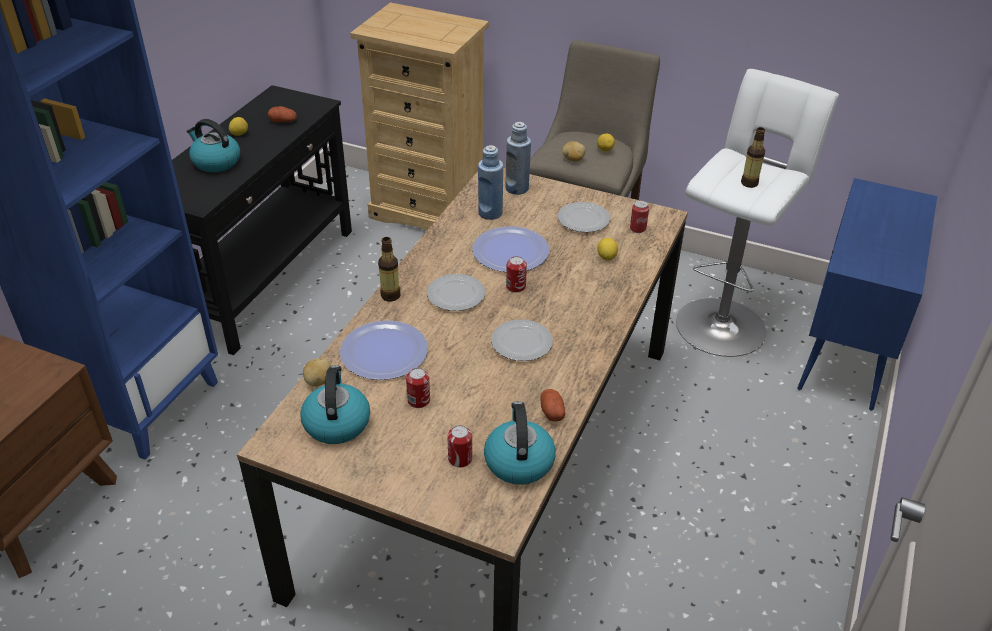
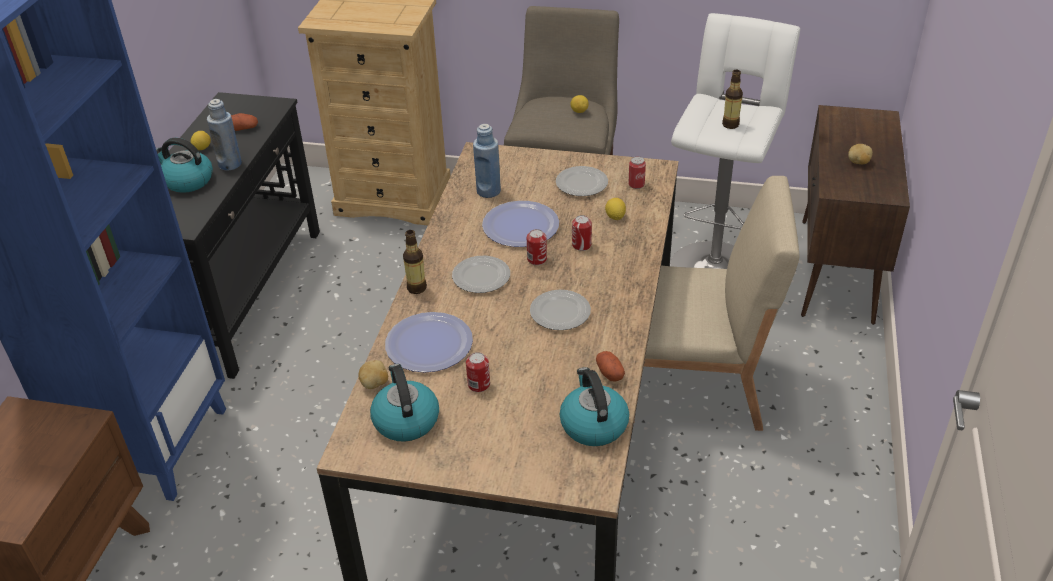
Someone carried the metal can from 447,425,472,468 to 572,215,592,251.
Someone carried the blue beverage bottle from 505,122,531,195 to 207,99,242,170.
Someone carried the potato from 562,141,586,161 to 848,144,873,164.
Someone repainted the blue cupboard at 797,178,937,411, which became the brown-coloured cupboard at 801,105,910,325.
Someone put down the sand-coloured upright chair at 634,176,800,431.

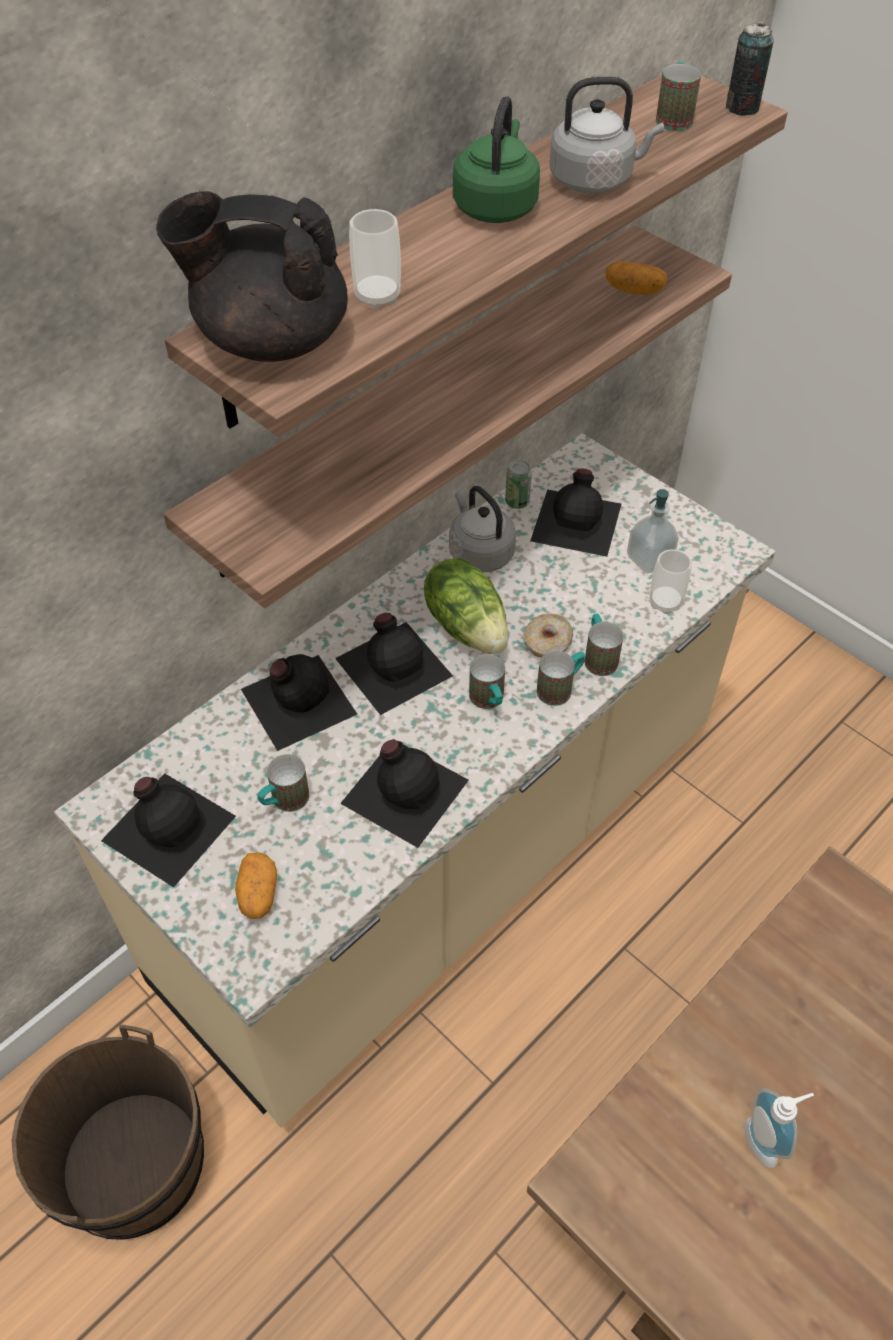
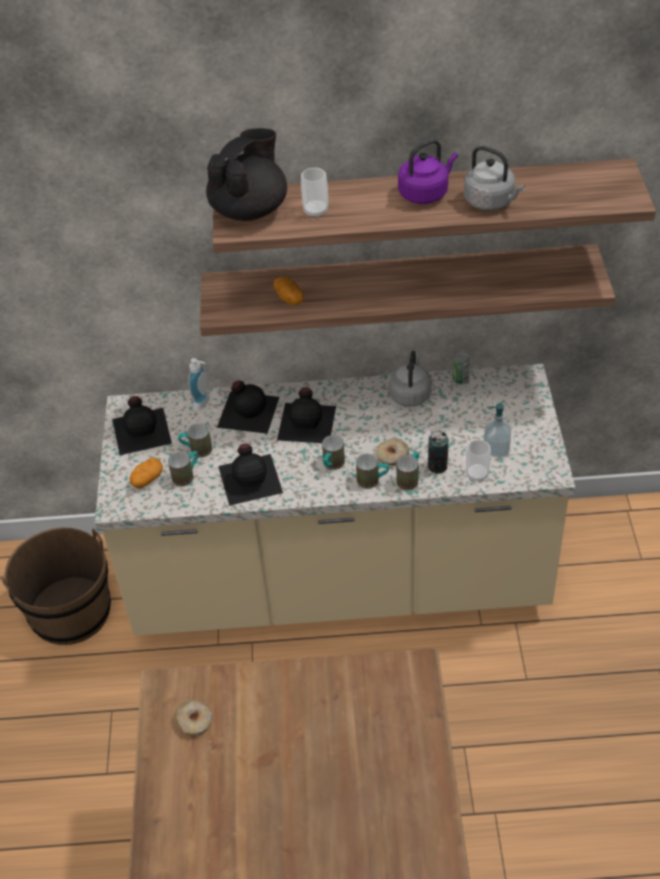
Someone rotated the black-coloured tea pot at 156,191,348,362 by 75 degrees clockwise.
Someone took away the lettuce head at 424,558,508,654.
Someone repainted the green-coloured kettle at 453,96,540,223, which became the purple kettle at 398,139,458,204.
Someone took away the black-coloured beverage bottle at 530,468,621,557.
Someone carried the potato from 606,262,667,295 to 274,277,304,305.
Someone carried the tea mug from 656,62,701,131 to 168,451,198,486.
Someone carried the metal can from 726,23,774,116 to 428,431,448,474.
Someone carried the soap dispenser from 744,1089,814,1168 to 188,358,209,410.
Someone put down the ring doughnut at 175,700,212,736.

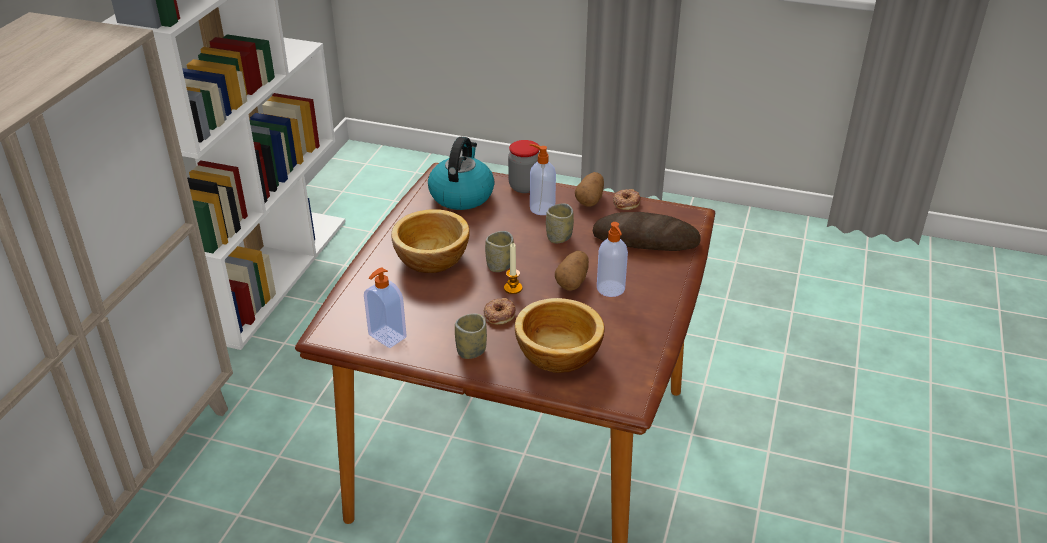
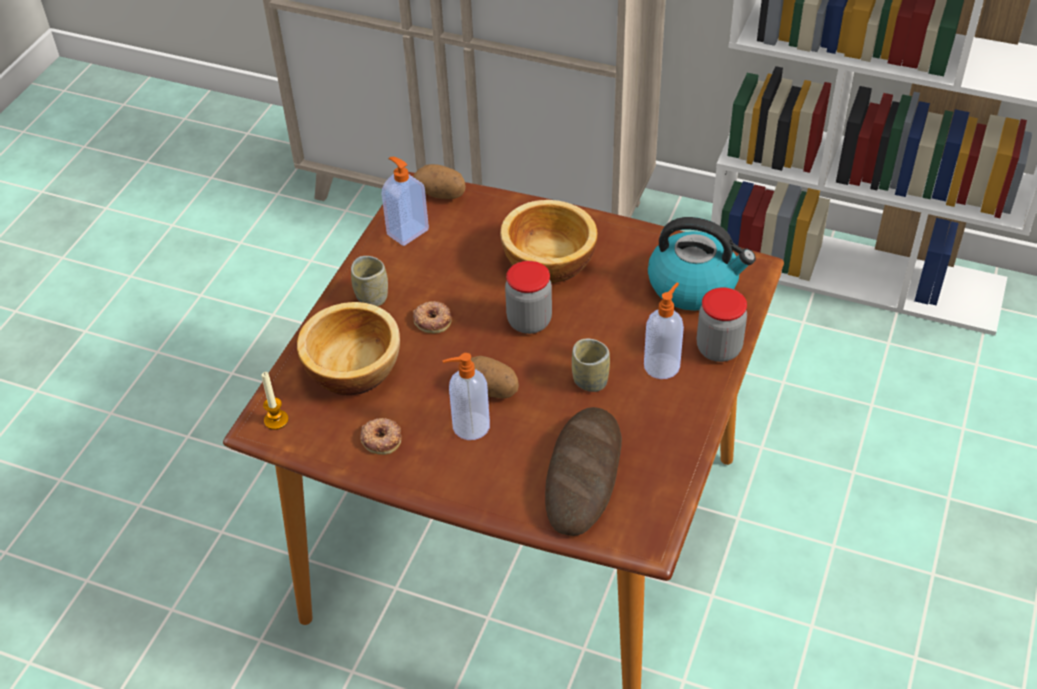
Someone swapped the cup at 485,231,514,272 for the jar at 505,261,552,334.
Someone carried the candle from 504,243,522,294 to 262,372,289,430.
Someone carried the potato from 575,172,604,206 to 413,164,466,199.
Someone carried the ring doughnut from 613,189,641,210 to 361,418,401,455.

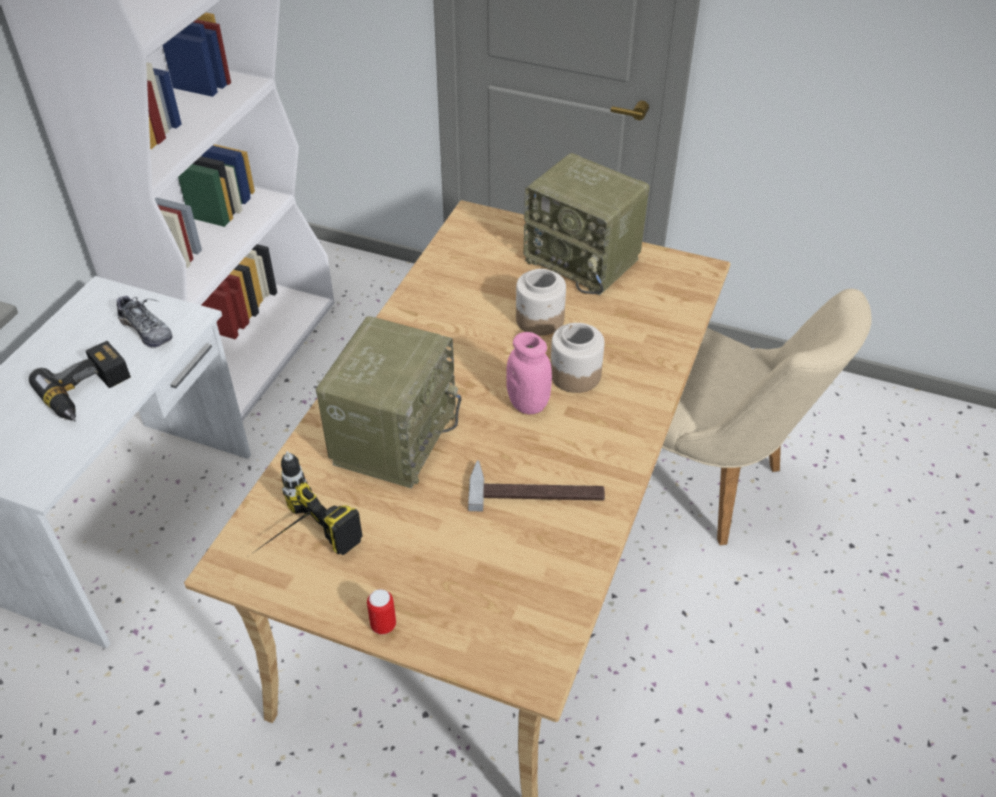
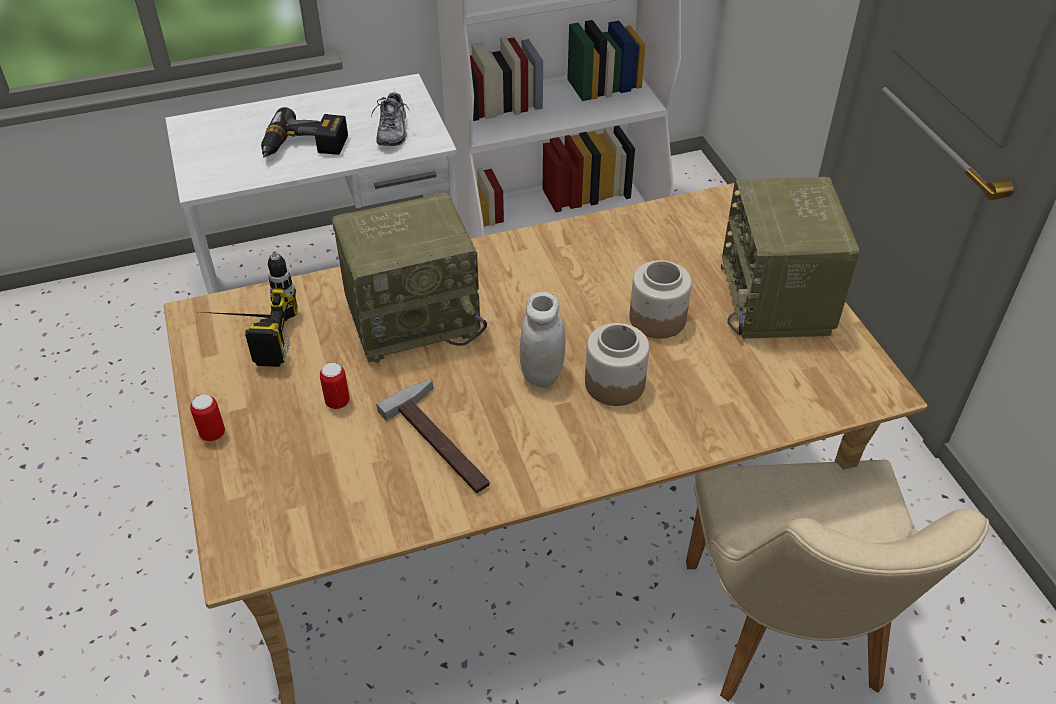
Someone repainted the pink-coloured jar at 506,332,552,414, which became the white-coloured jar at 520,292,565,388.
Someone put down the metal can at 320,363,350,410.

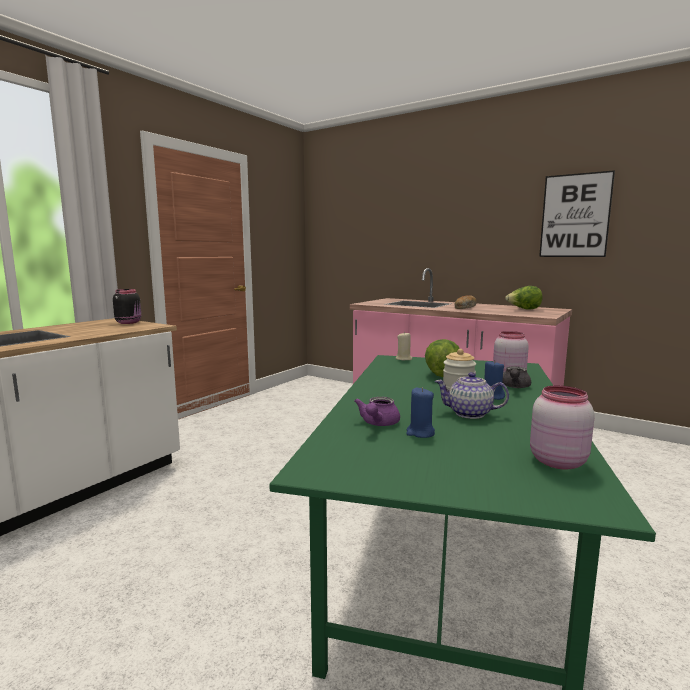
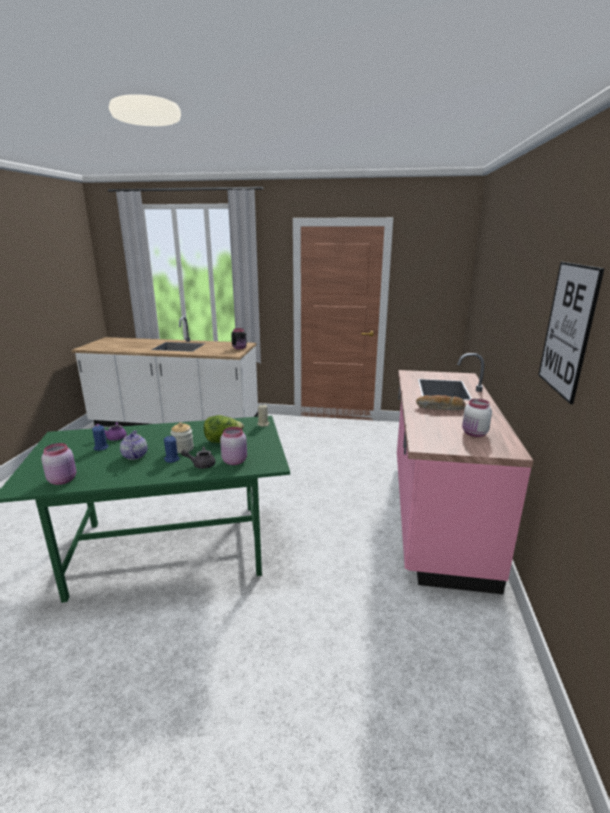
Someone swapped the lettuce head at 505,286,542,310 for the white-coloured jar at 462,399,492,437.

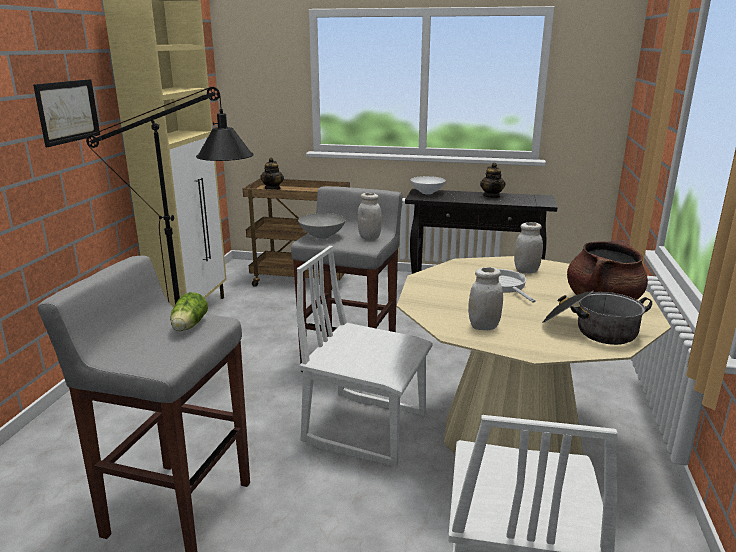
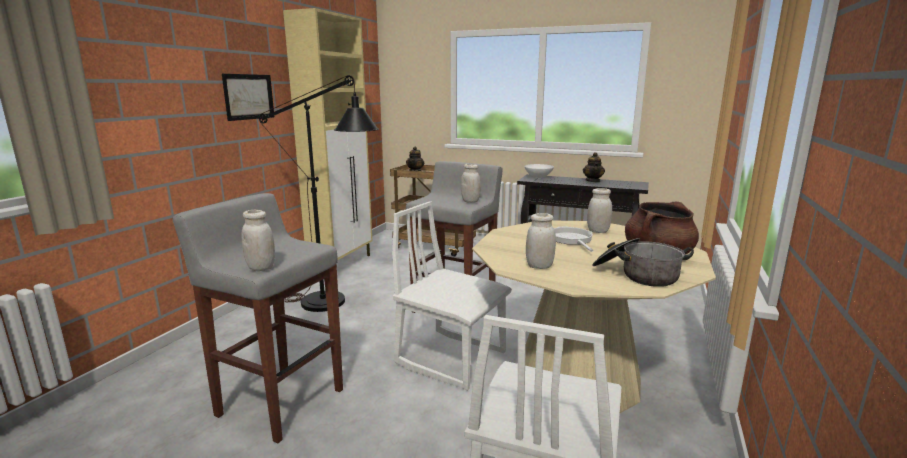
Someone took away the lettuce head at 170,292,208,331.
Someone took away the gray bowl at 298,213,346,239.
Someone put down the white-coloured jar at 242,210,275,271.

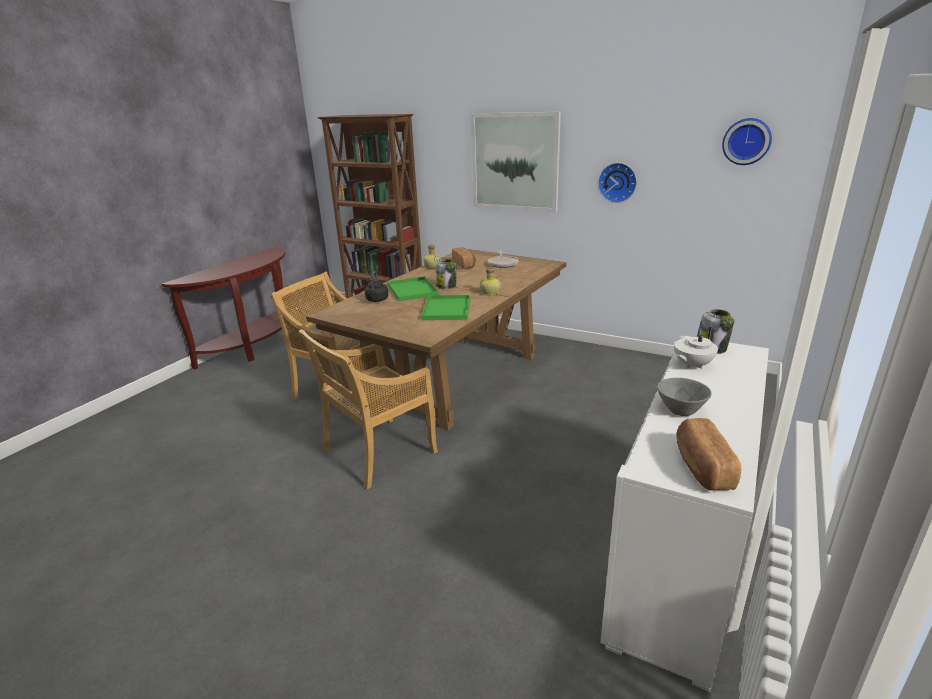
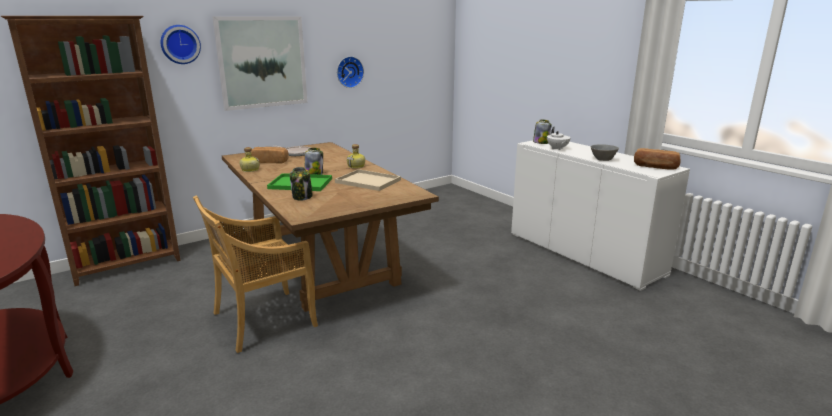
Someone took away the sand-coloured upright chair at 299,329,438,489.
Someone swapped the black-coloured kettle at 365,272,388,302 for the jar at 290,167,313,201.
Someone repainted the green-coloured carrying tray at 421,295,470,320, which became the sand-coloured carrying tray at 335,169,401,191.
Someone carried the hanging clock from 722,118,772,165 to 161,25,201,64.

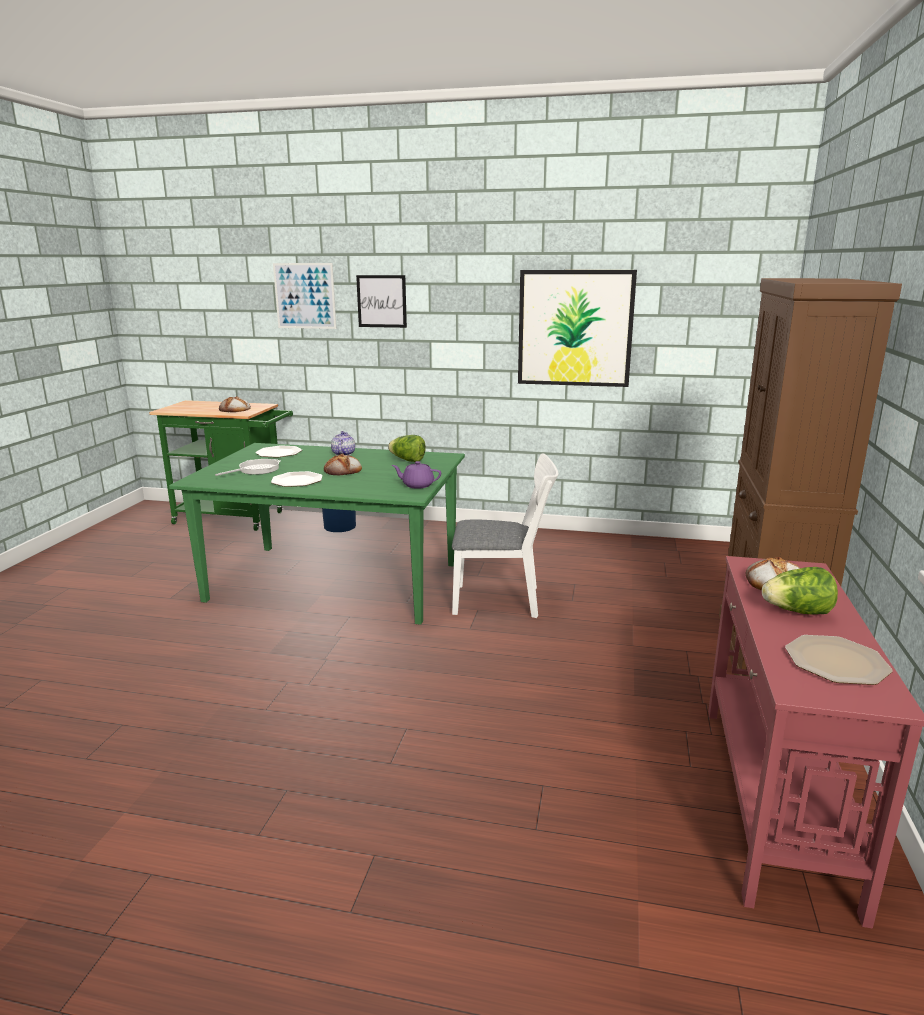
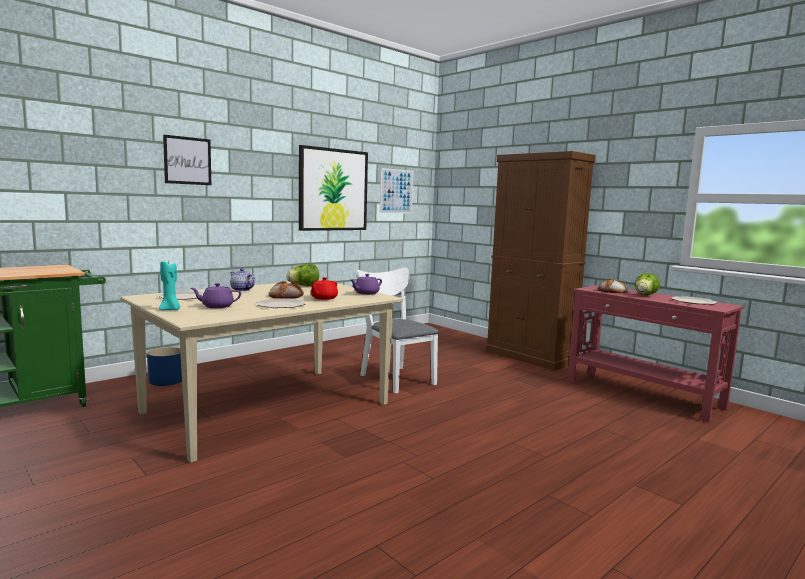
Someone repainted the green-coloured kitchen table at 169,443,465,625, which became the sand-coloured kitchen table at 120,280,403,463.
Someone swapped the skillet at 215,459,281,476 for the purple tea pot at 191,283,241,308.
Someone took away the bakery bread at 219,396,251,412.
Someone carried the wall picture from 273,263,336,329 to 380,168,414,214.
Someone rotated the white-coloured upright chair at 452,453,558,618 by 75 degrees counterclockwise.
Someone put down the blue-green candle at 159,260,180,310.
Someone put down the red tea pot at 310,277,338,300.

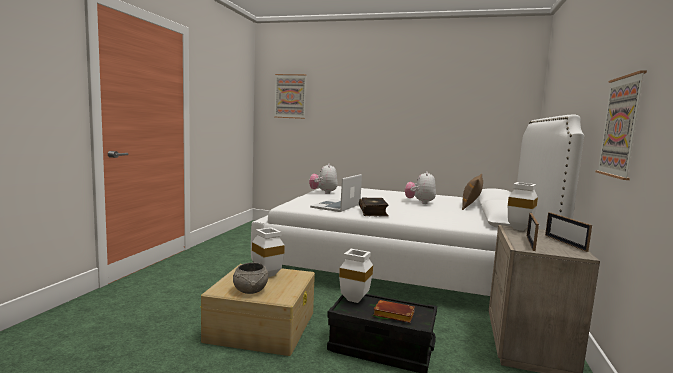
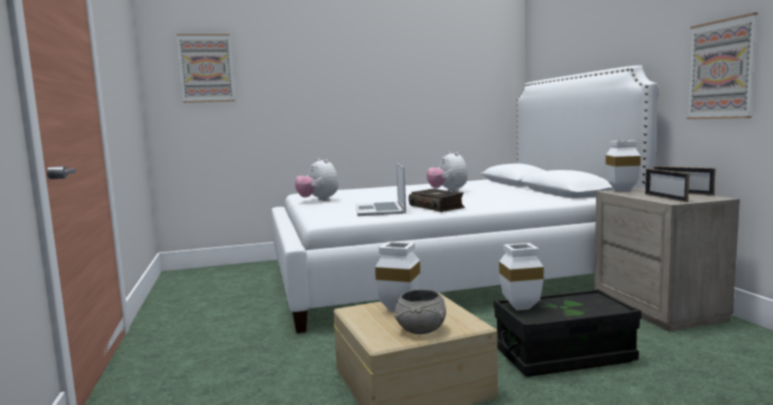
Someone took away the brown-coloured volume at 373,300,415,323.
Someone took away the brown-coloured cushion at 462,174,483,210.

